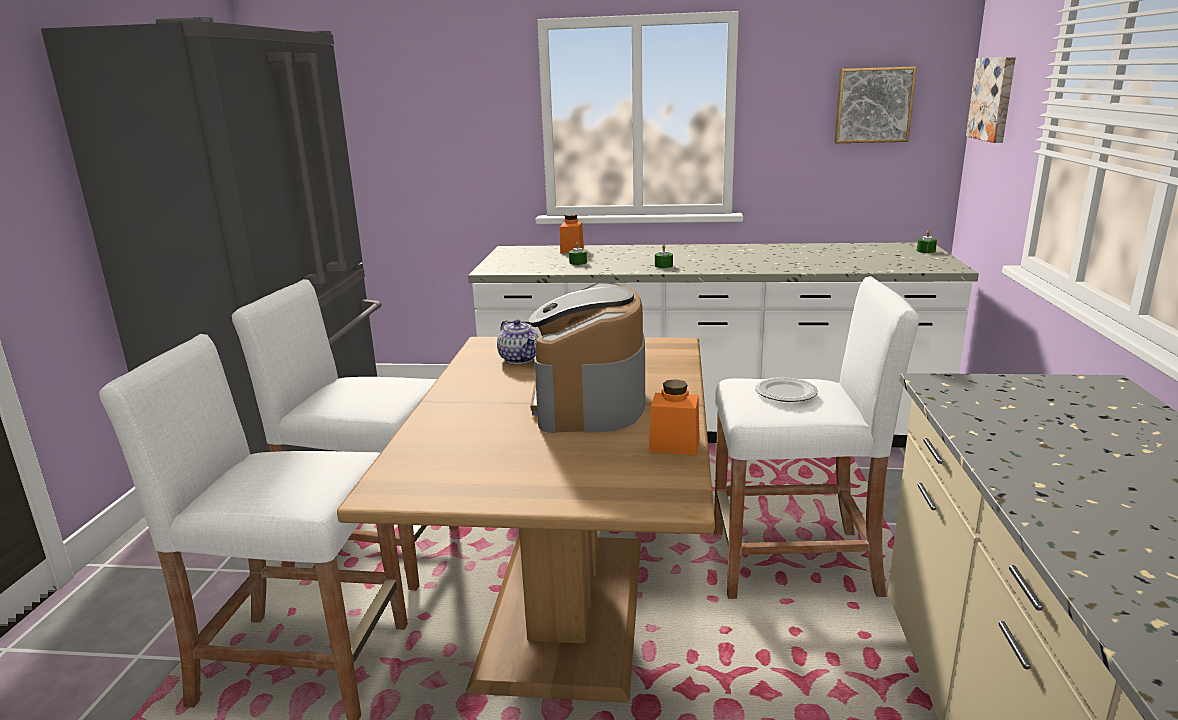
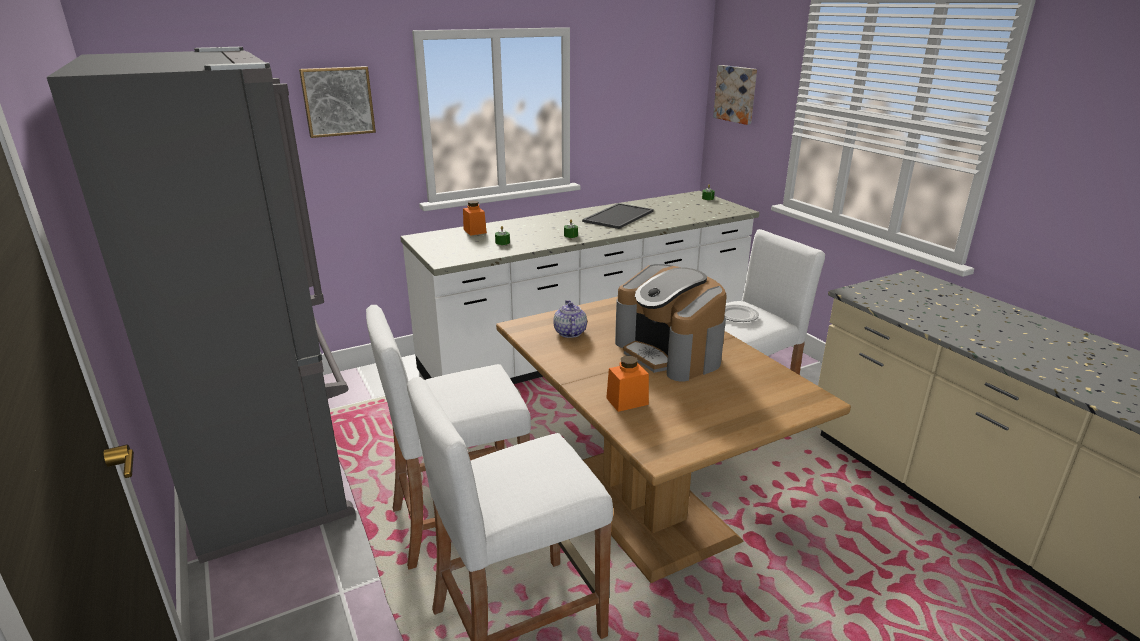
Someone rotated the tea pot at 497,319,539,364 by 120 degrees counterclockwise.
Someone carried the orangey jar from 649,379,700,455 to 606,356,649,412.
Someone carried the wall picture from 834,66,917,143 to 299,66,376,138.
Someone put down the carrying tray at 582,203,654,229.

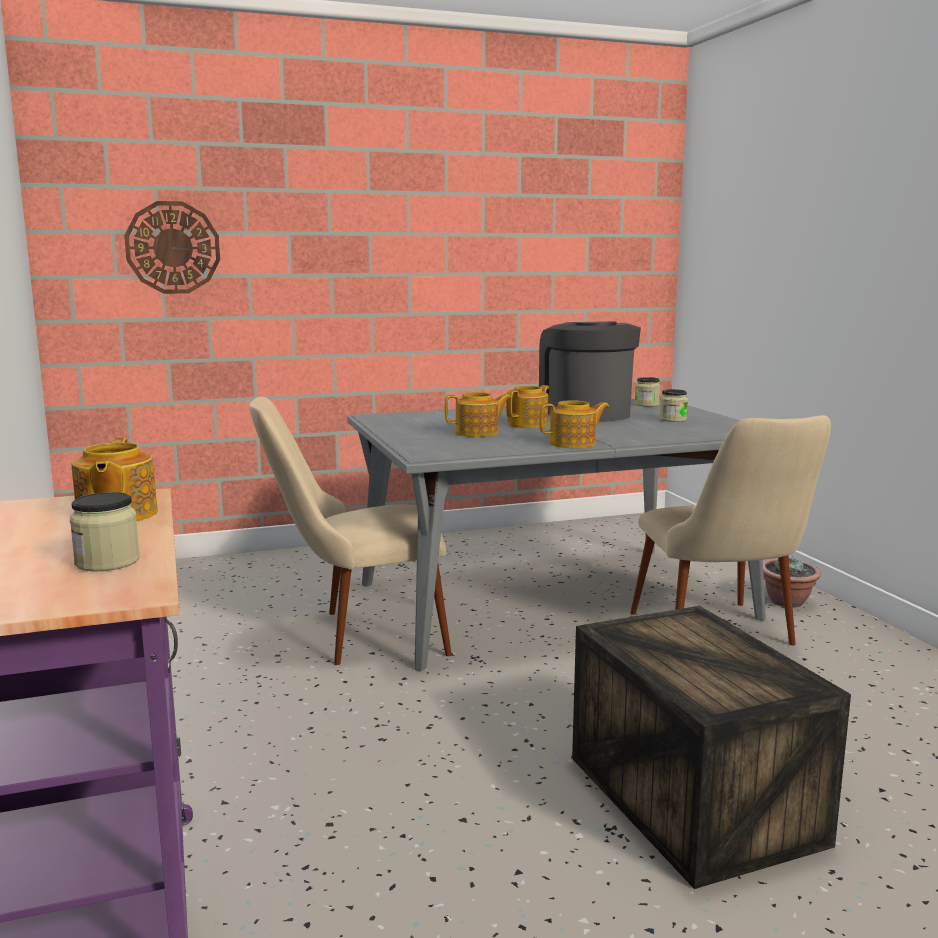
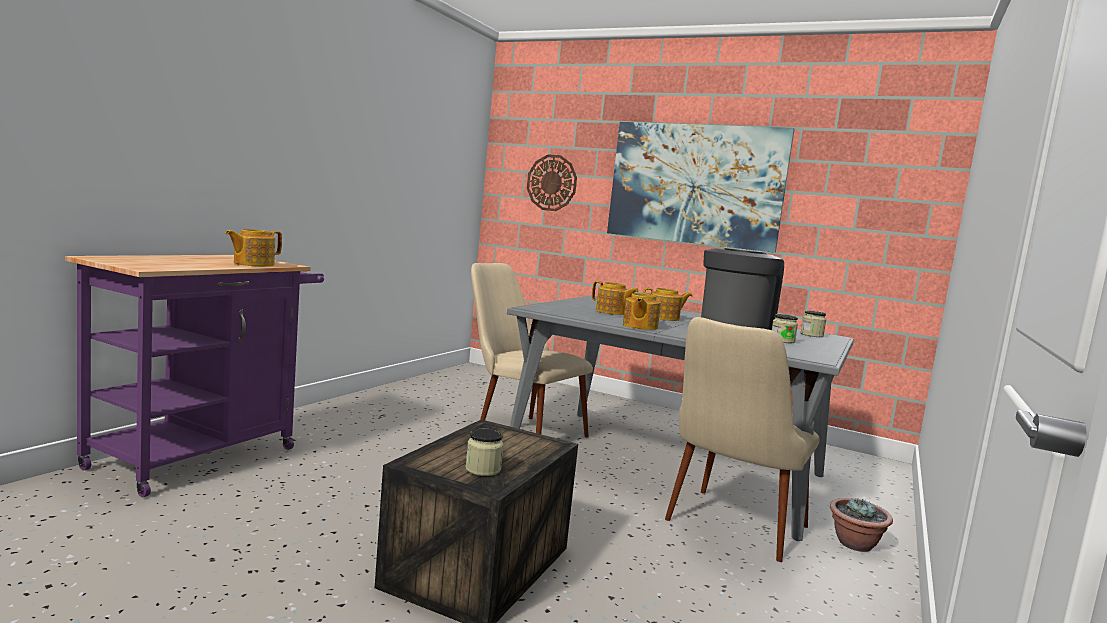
Someone carried the jar from 70,492,140,571 to 466,429,504,476.
Someone rotated the tea pot at 539,400,609,448 by 75 degrees clockwise.
Someone put up the wall picture at 607,122,794,253.

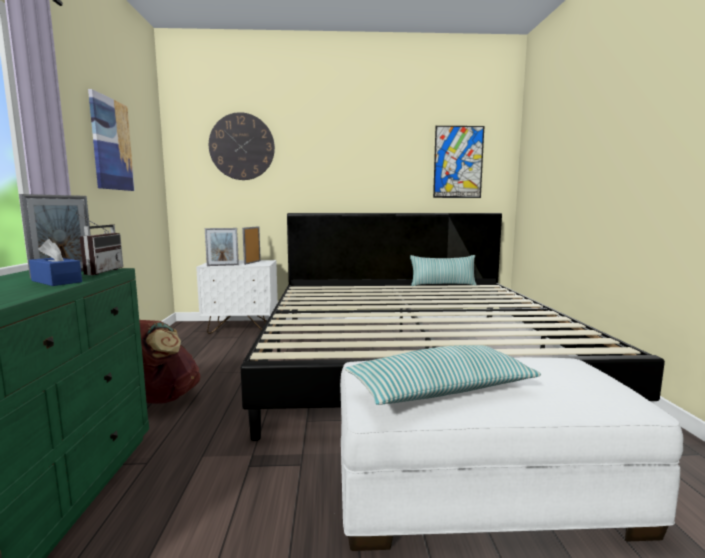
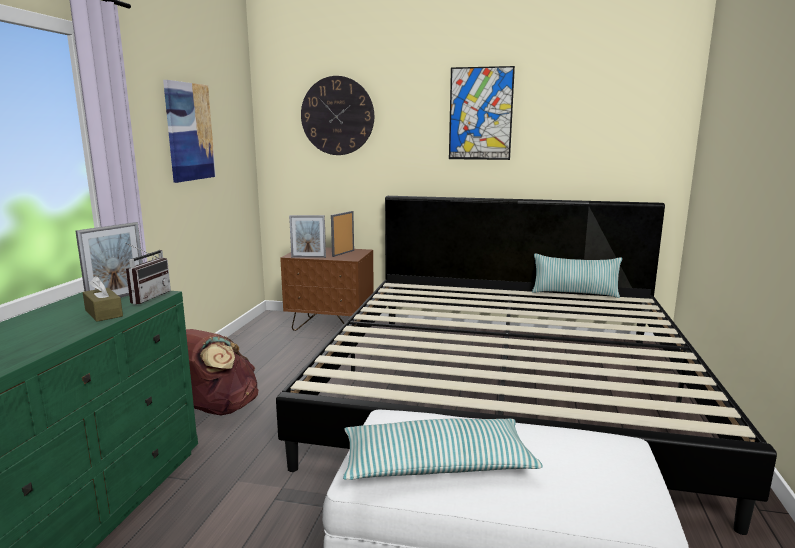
Someone repainted the blue box of tissues at 29,239,82,286, which became the brown-coloured box of tissues at 83,276,123,322.
Someone repainted the white-coloured bedside table at 196,260,278,334, which became the brown-coloured bedside table at 280,247,374,331.
Someone carried the wall picture from 433,126,484,198 to 449,66,515,160.

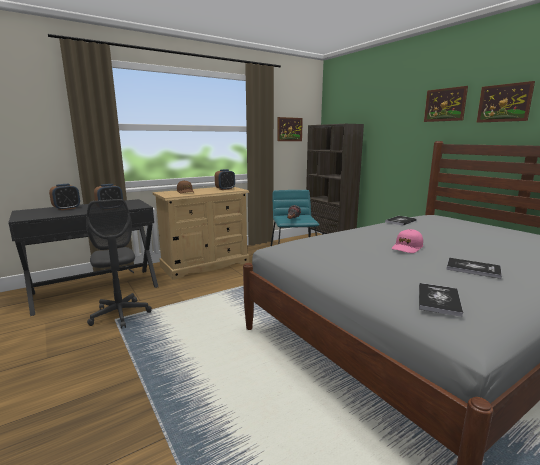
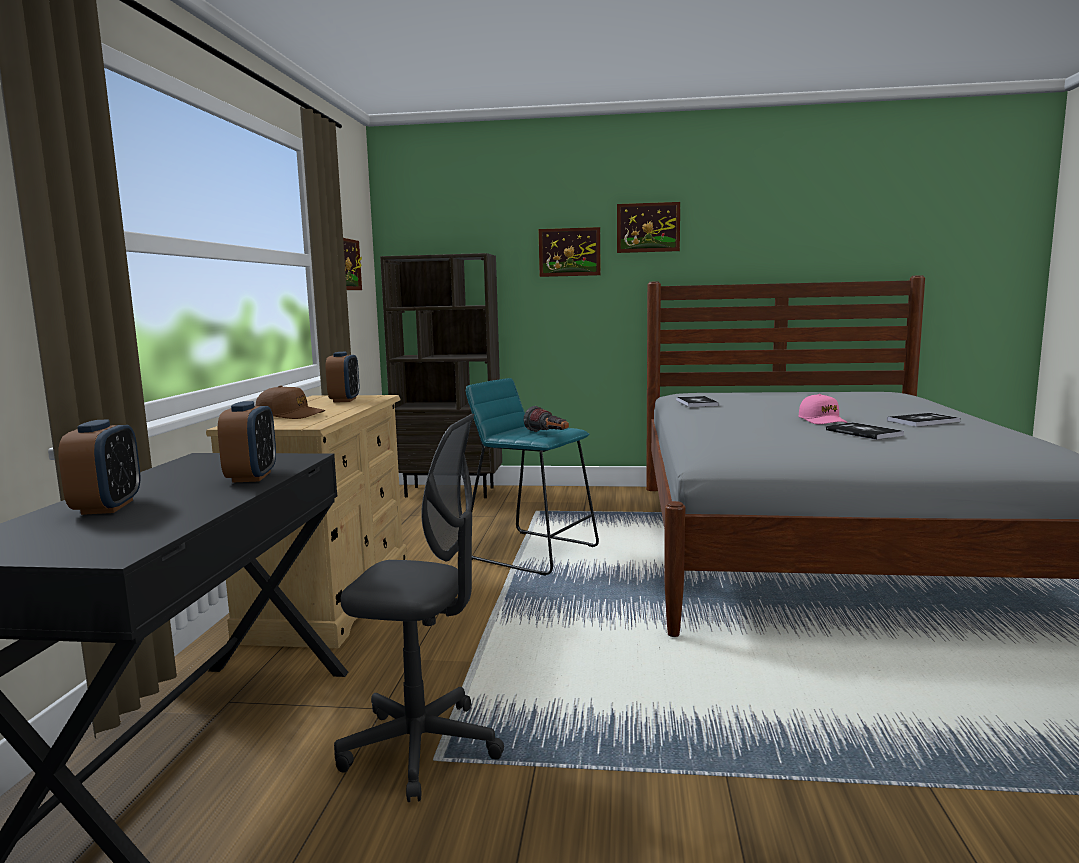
Someone carried the volume from 419,283,463,317 to 826,422,904,440.
Someone carried the wall picture from 476,81,535,123 to 539,227,601,277.

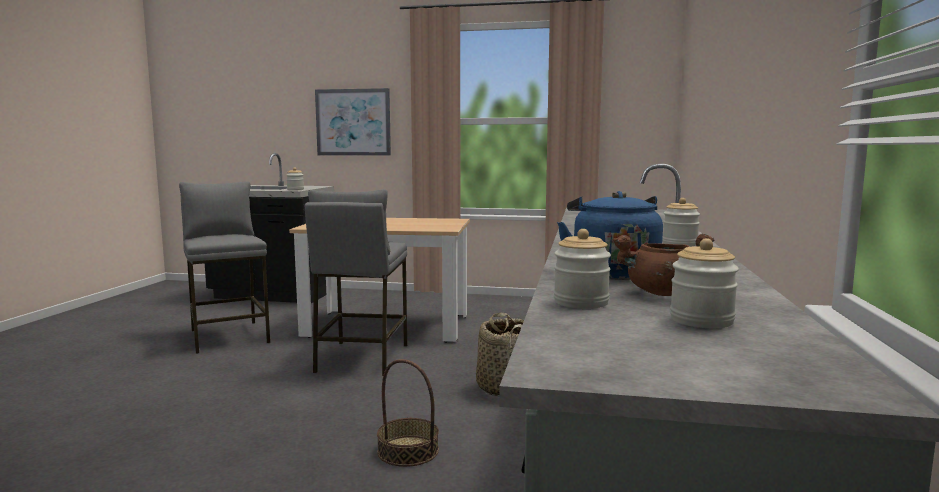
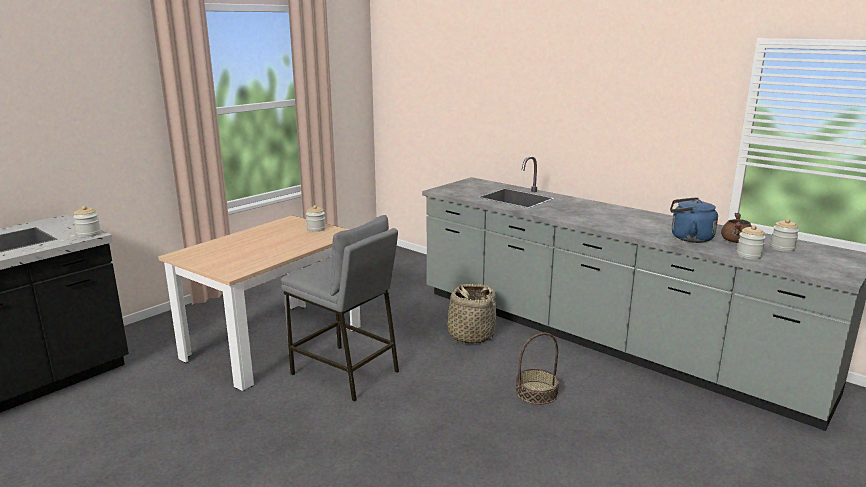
Someone took away the gray sitting stool at 179,181,270,354.
Someone took away the wall picture at 315,88,391,156.
Someone carried the jar from 662,198,700,247 to 306,205,326,232.

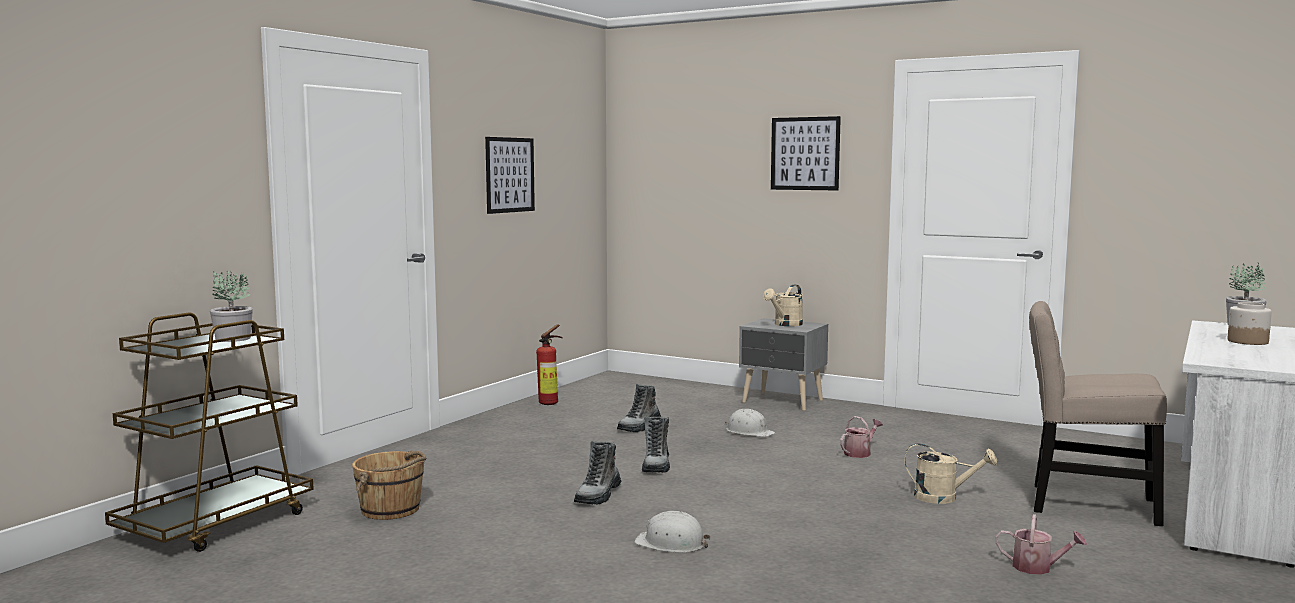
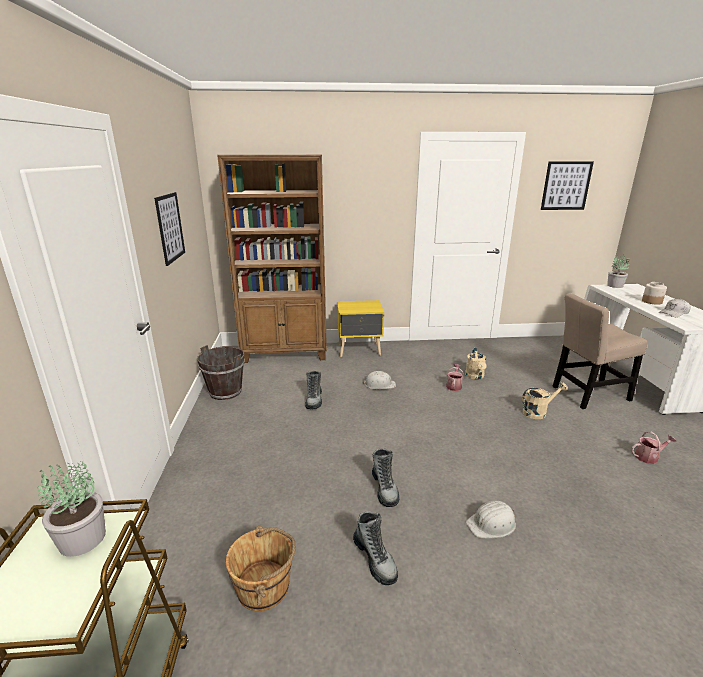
Someone swapped the fire-fighting cylinder at 536,324,563,405 for the brown-coloured pail at 197,345,245,400.
Someone carried the high-top boot from 642,417,670,473 to 353,511,398,585.
Someone repainted the gray bedside table at 739,318,828,411, which became the yellow bedside table at 337,300,384,357.
Someone carried the sand-coloured watering can from 763,285,803,326 to 465,348,486,380.
Someone carried the wall picture from 771,116,841,191 to 541,161,594,210.
Someone put down the brown-coloured bookcase at 217,155,327,363.
Someone put down the white-coloured peaked cap at 659,299,691,317.

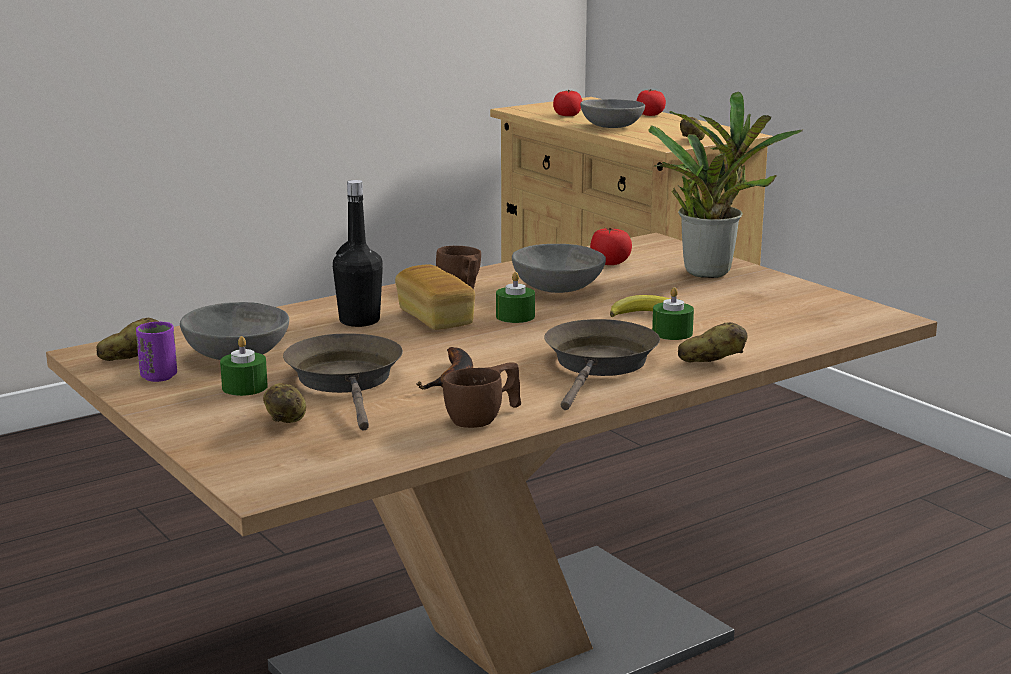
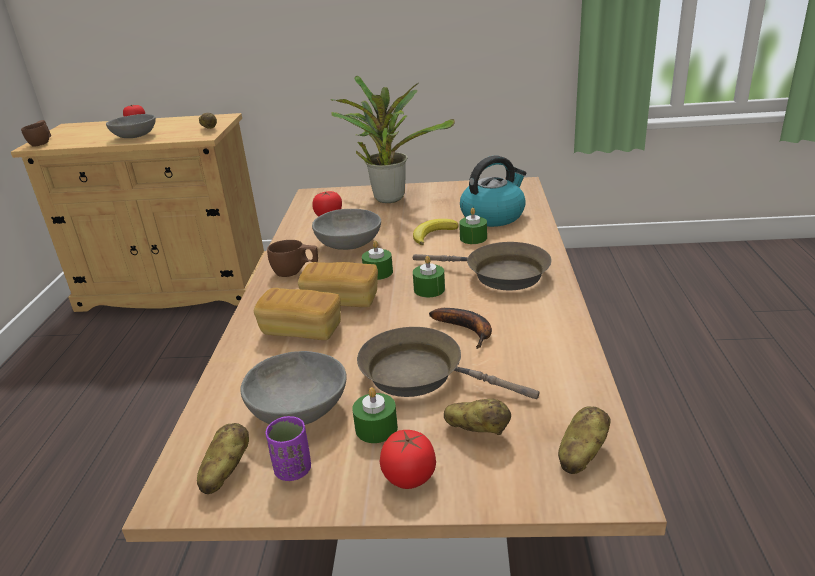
Someone swapped the black-coloured beverage bottle at 333,180,383,327 for the bakery bread at 254,288,341,340.
Someone carried the brown-coloured cup from 443,363,521,428 to 21,120,51,146.
Someone rotated the brown-coloured skillet at 544,319,660,410 by 150 degrees clockwise.
Someone carried the tomato from 553,90,582,116 to 380,430,436,489.
Someone carried the potato from 678,322,747,362 to 558,406,611,474.
Someone put down the green-coloured candle at 413,256,445,297.
Someone put down the kettle at 460,156,526,227.

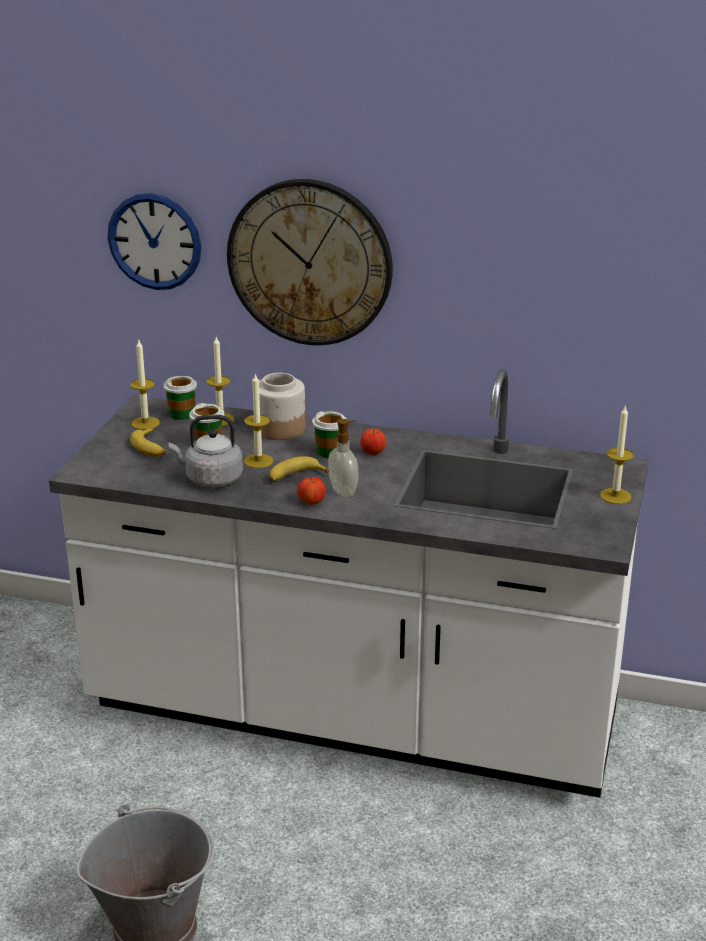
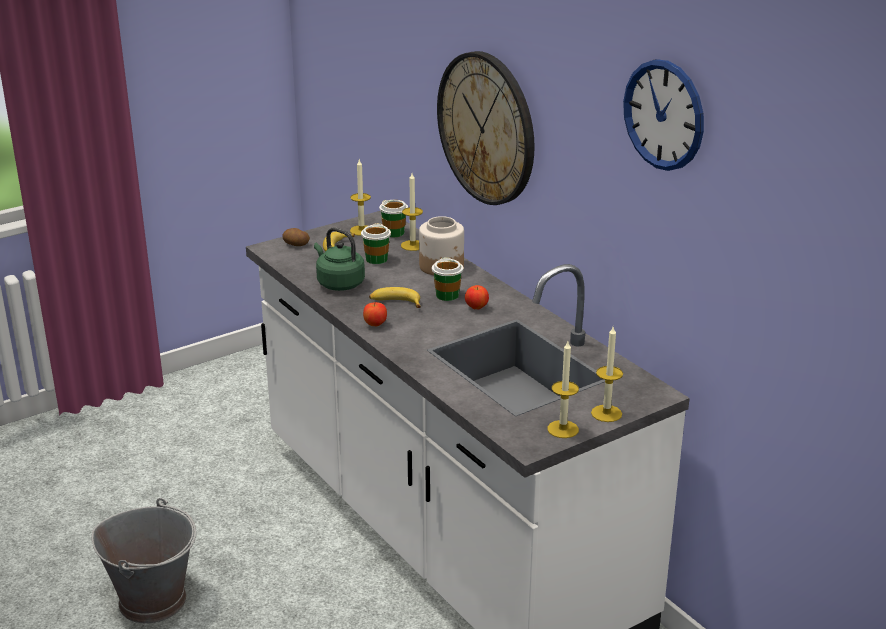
Someone carried the hanging clock from 108,193,201,290 to 623,59,704,171.
Someone repainted the gray kettle at 169,415,243,488, which became the green-coloured kettle at 314,227,365,291.
Someone carried the candle from 244,374,273,468 to 547,341,579,438.
Someone took away the soap dispenser at 328,419,358,497.
Someone put down the potato at 282,228,310,246.

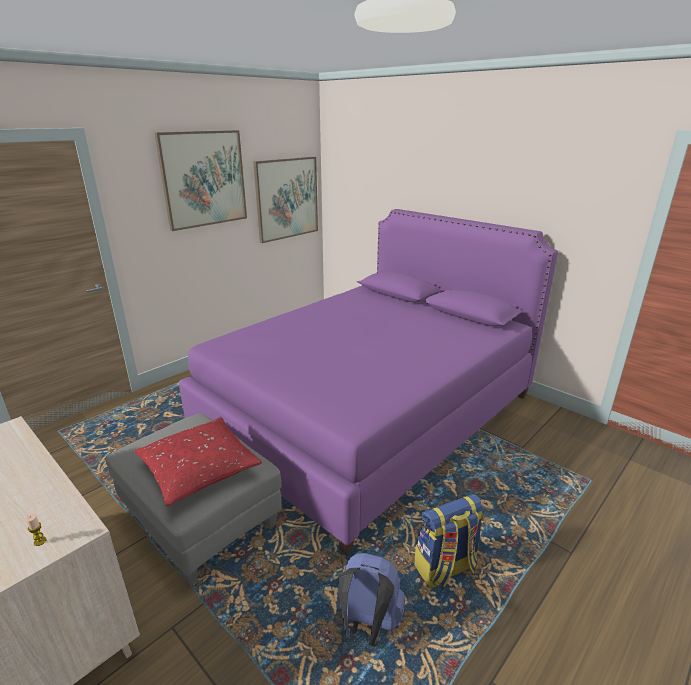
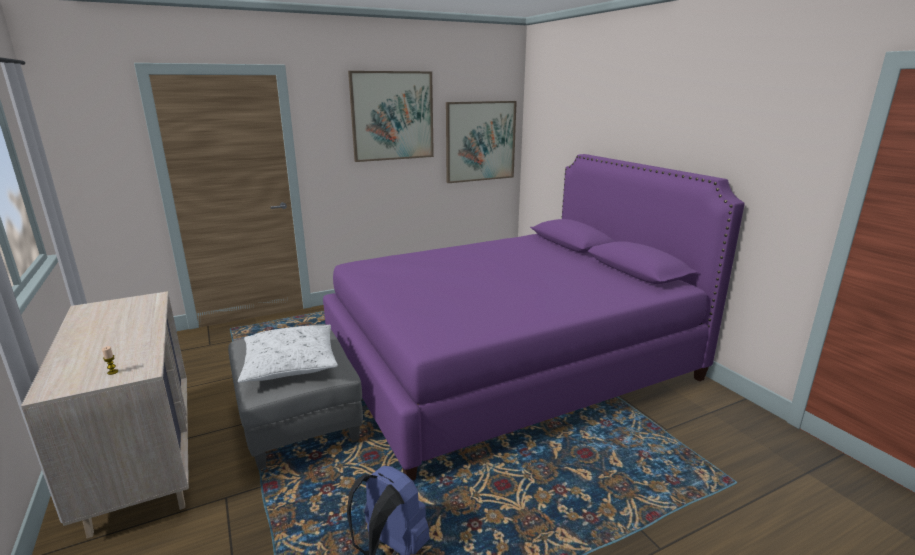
Someone repainted the red cushion at 134,417,262,507, which became the white-coloured cushion at 238,325,338,383.
Someone took away the backpack at 414,494,484,588.

